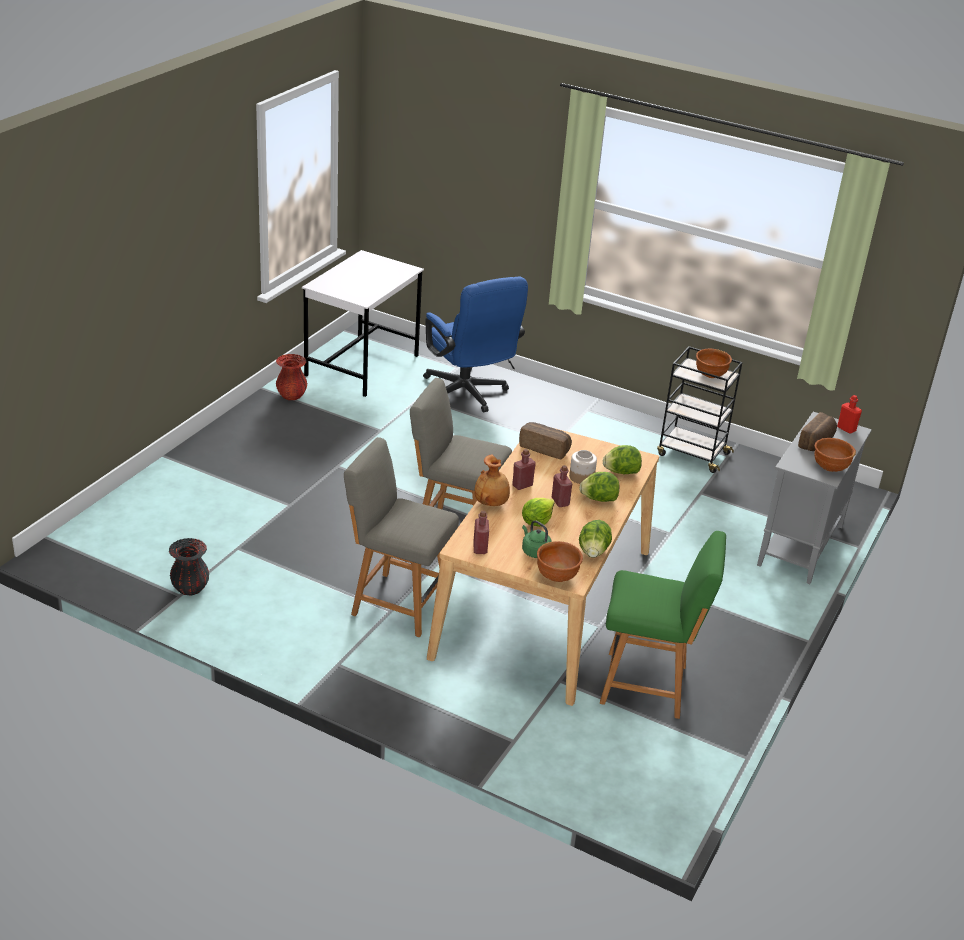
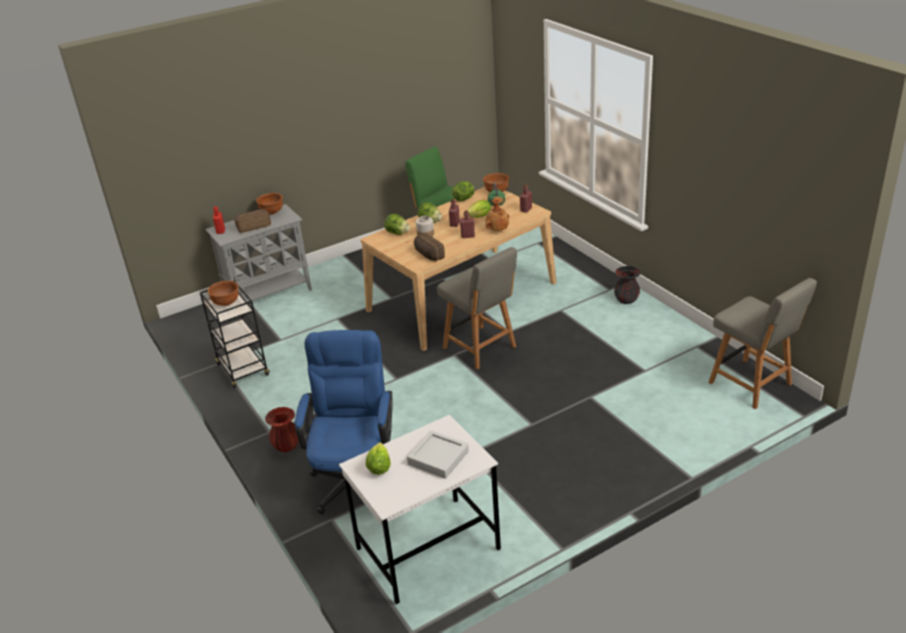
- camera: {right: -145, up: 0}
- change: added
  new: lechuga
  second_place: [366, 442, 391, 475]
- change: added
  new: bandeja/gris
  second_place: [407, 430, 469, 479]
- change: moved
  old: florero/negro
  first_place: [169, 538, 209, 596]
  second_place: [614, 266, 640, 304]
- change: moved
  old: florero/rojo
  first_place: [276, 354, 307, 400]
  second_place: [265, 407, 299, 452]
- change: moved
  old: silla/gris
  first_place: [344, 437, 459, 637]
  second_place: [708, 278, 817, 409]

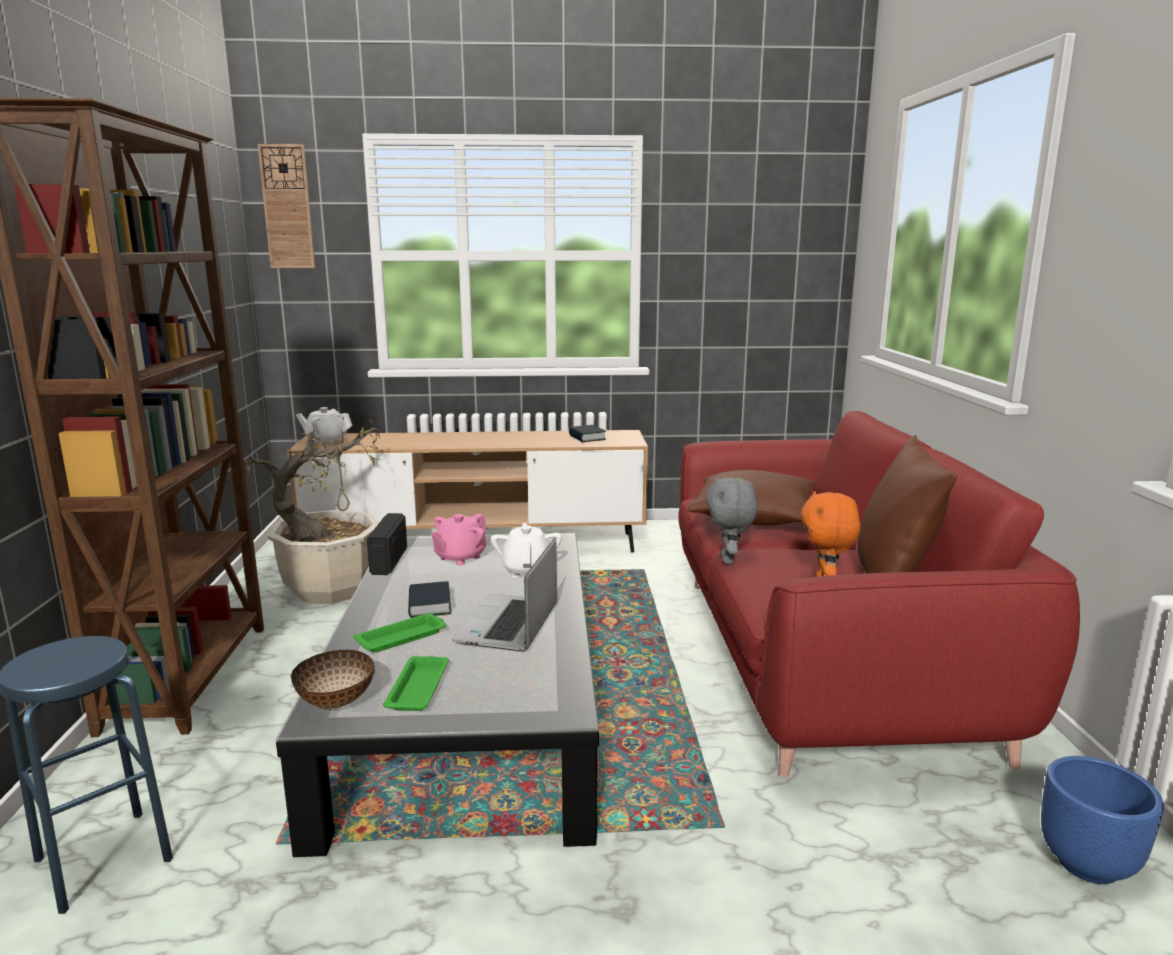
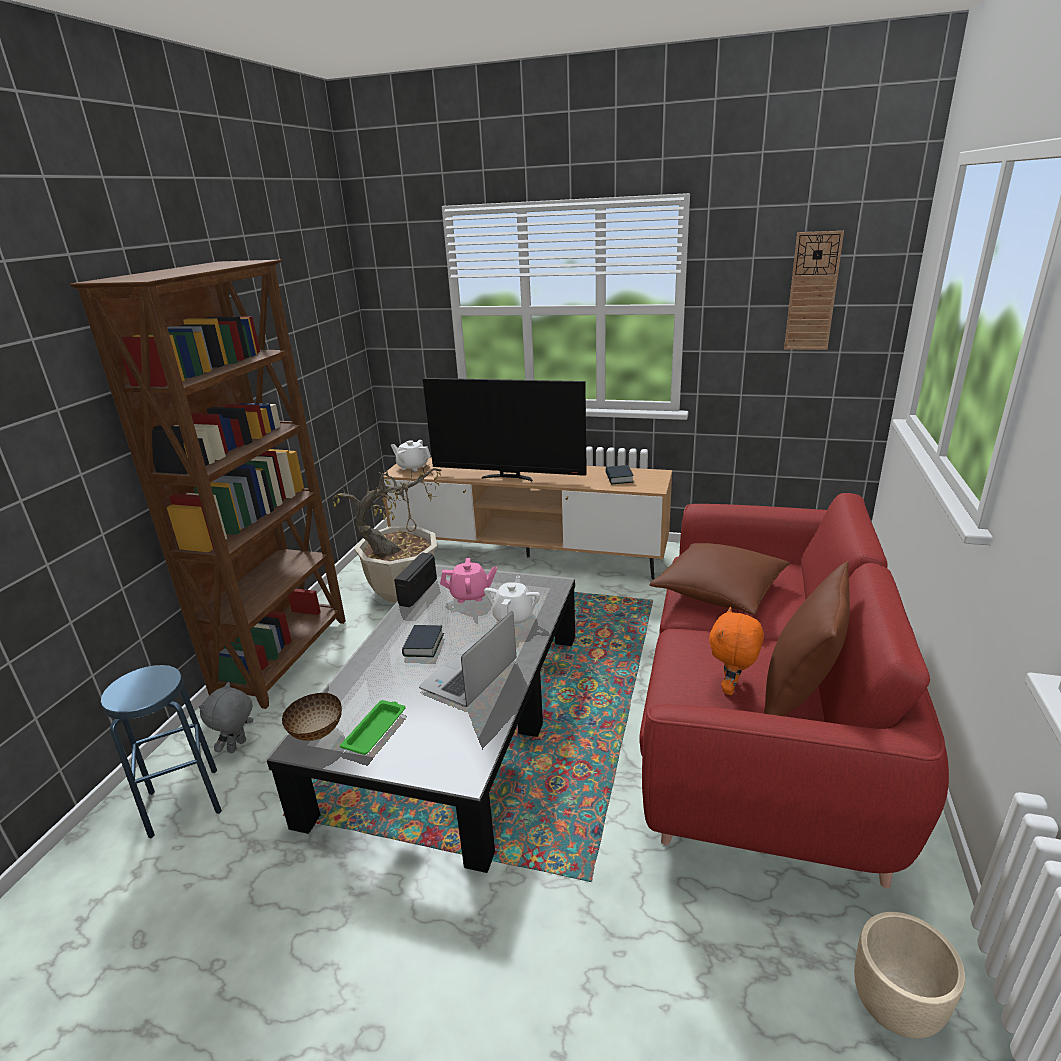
- camera: {right: 20, up: 10}
- change: removed
  old: bandeja/verde
  first_place: [353, 613, 447, 653]
- change: added
  new: televisor
  second_place: [423, 378, 587, 481]
- change: moved
  old: reloj de pared
  first_place: [258, 144, 315, 268]
  second_place: [784, 231, 844, 350]
- change: moved
  old: peluche/gris
  first_place: [706, 477, 758, 564]
  second_place: [199, 682, 253, 753]
- change: recoloured
  old: maceta/azul
  new: maceta/beis
  first_place: [1041, 756, 1164, 884]
  second_place: [854, 912, 965, 1039]
- change: turned
  old: tetera/rosa
  first_place: [431, 513, 487, 565]
  second_place: [440, 558, 497, 603]
  degrees: -150

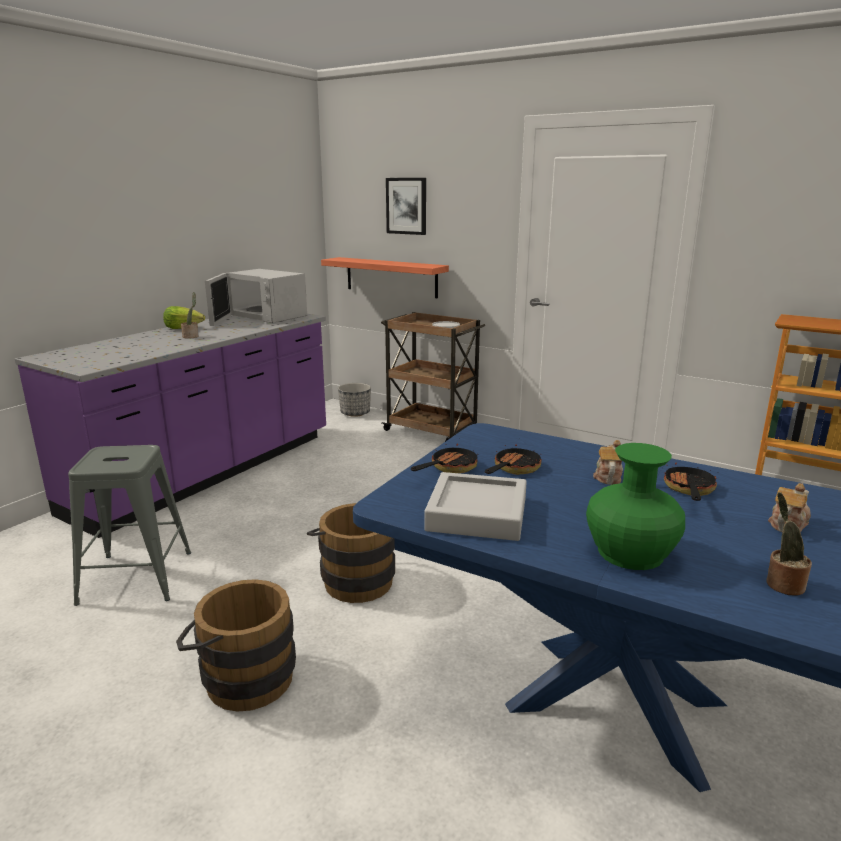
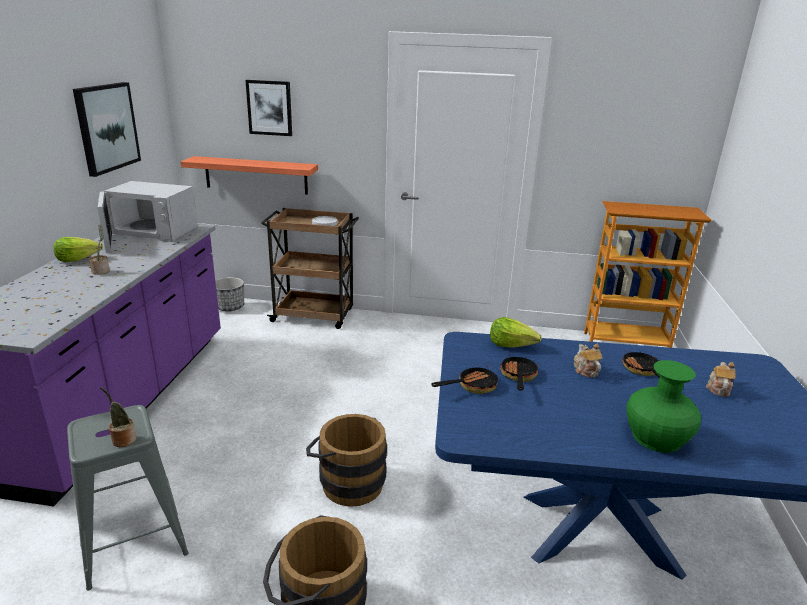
- camera: {right: -25, up: 5}
- change: removed
  old: bandeja/gris
  first_place: [424, 472, 527, 541]
- change: added
  new: cuadro
  second_place: [73, 82, 141, 177]
- change: added
  new: lechuga
  second_place: [490, 317, 542, 348]
- change: moved
  old: planta en maceta
  first_place: [766, 492, 812, 595]
  second_place: [100, 387, 136, 447]
- change: turned
  old: sartén
  first_place: [411, 444, 478, 473]
  second_place: [431, 364, 498, 394]
  degrees: 45

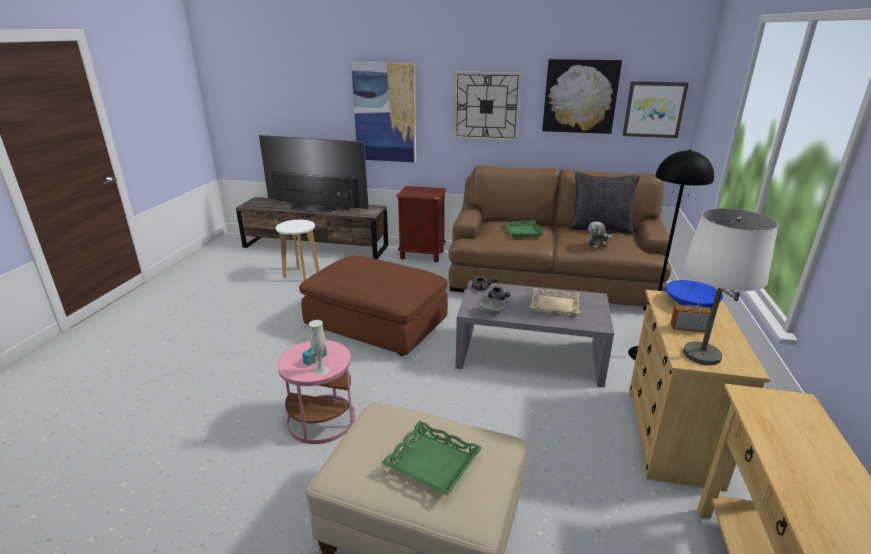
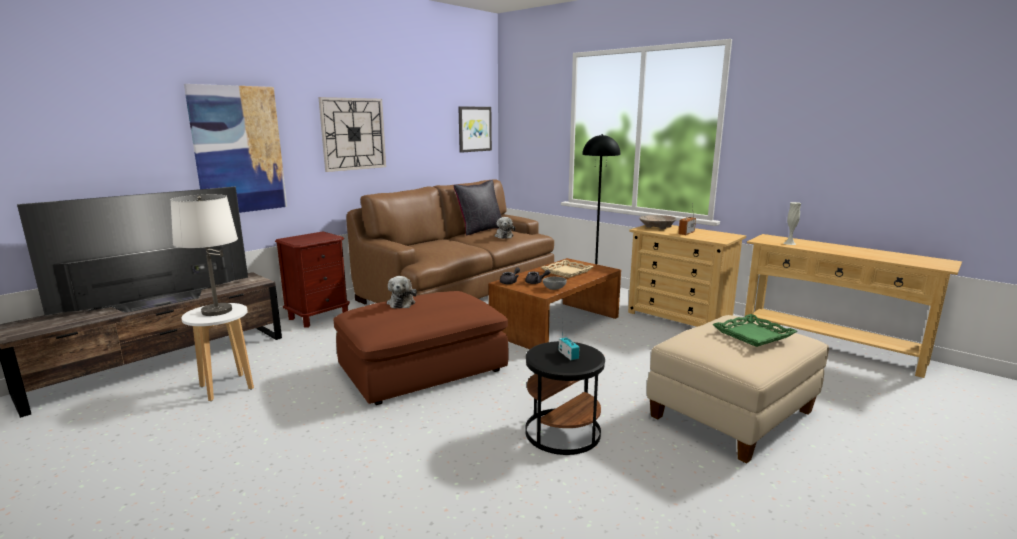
- camera: {right: -60, up: -10}
- change: removed
  old: bandeja/verde
  first_place: [503, 220, 544, 237]
- change: removed
  old: cuadro
  first_place: [542, 59, 622, 134]
- change: added
  new: peluche
  second_place: [387, 276, 417, 309]
- change: moved
  old: florero/blanco
  first_place: [309, 320, 329, 375]
  second_place: [784, 202, 801, 245]
- change: moved
  old: lámpara de mesa/blanco
  first_place: [683, 208, 778, 365]
  second_place: [171, 194, 238, 316]
- change: recoloured
  old: mesa auxiliar/rosa
  new: mesa auxiliar/negro
  first_place: [277, 340, 355, 444]
  second_place: [525, 341, 605, 455]
- change: recoloured
  old: mesa de centro/gris
  new: mesa de centro/marrón
  first_place: [456, 281, 614, 387]
  second_place: [489, 258, 621, 349]
- change: recoloured
  old: cuenco/azul
  new: cuenco/beis
  first_place: [665, 280, 723, 309]
  second_place: [639, 215, 676, 229]

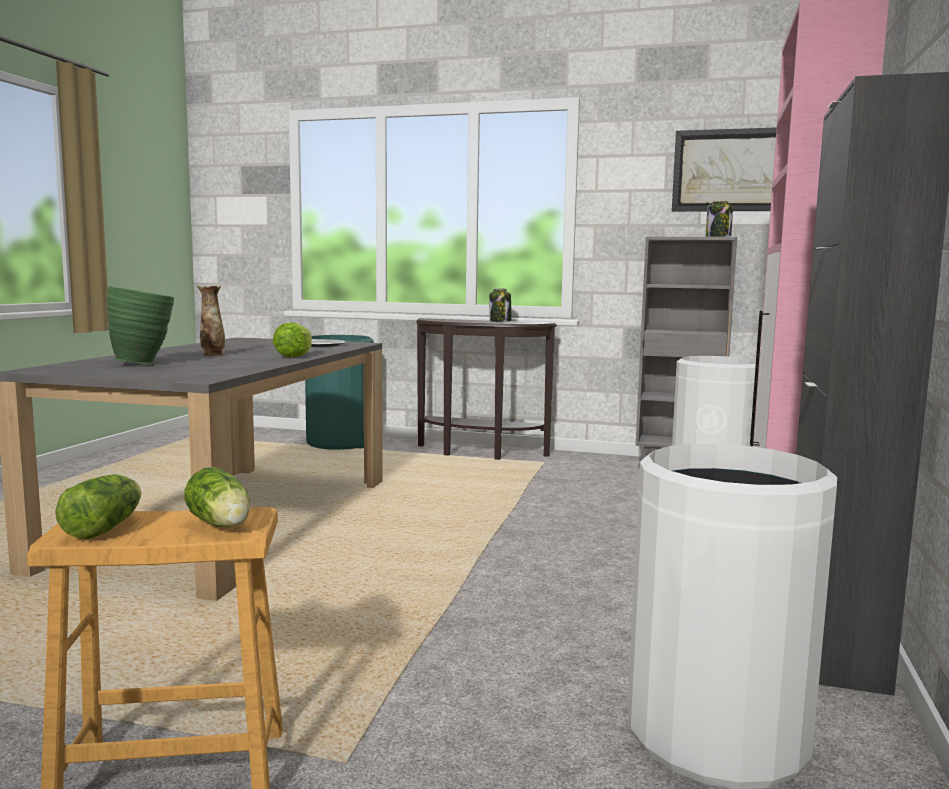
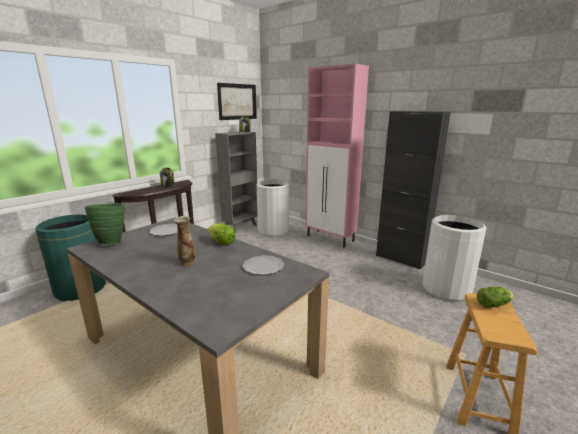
- camera: {right: -65, up: 10}
- change: removed
  old: lechuga
  first_place: [55, 474, 141, 539]
- change: added
  new: plato
  second_place: [243, 255, 284, 275]
- change: moved
  old: florero/verde
  first_place: [107, 286, 174, 365]
  second_place: [85, 203, 125, 245]

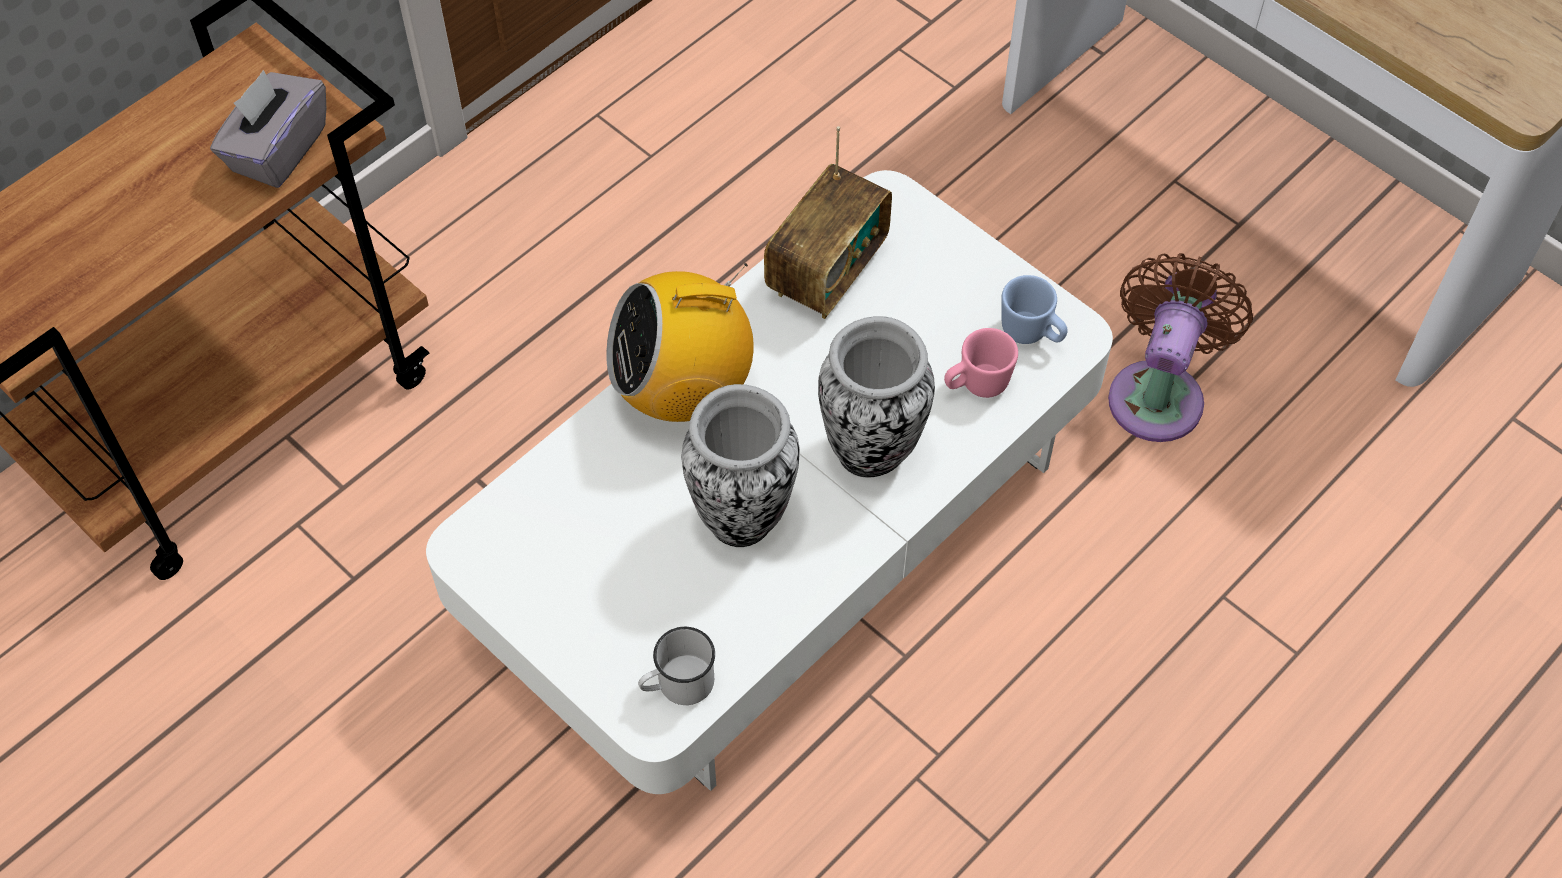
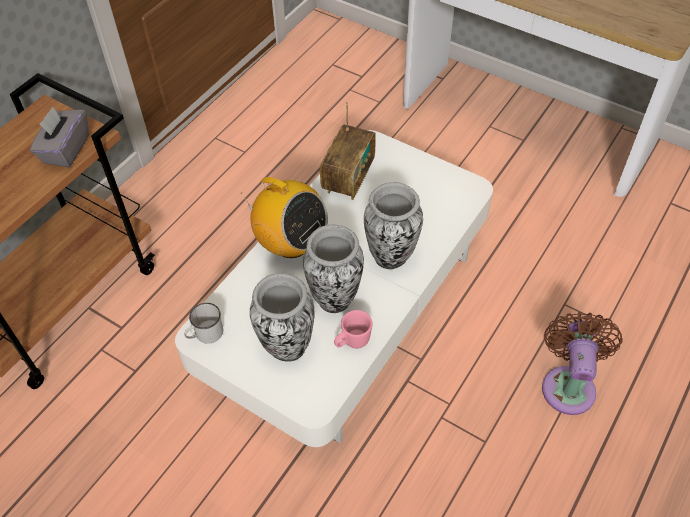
- camera: {right: -10, up: -5}
- change: removed
  old: taza grande/azul
  first_place: [1001, 275, 1068, 344]
- change: added
  new: florero
  second_place: [250, 273, 315, 362]
- change: moved
  old: taza grande/blanco
  first_place: [638, 627, 715, 705]
  second_place: [184, 303, 223, 344]
- change: moved
  old: taza grande/rosa
  first_place: [944, 328, 1018, 398]
  second_place: [334, 310, 372, 349]
- change: moved
  old: ventilador/marrón
  first_place: [1108, 253, 1253, 442]
  second_place: [542, 312, 623, 415]
- change: turned
  old: radio
  first_place: [606, 263, 754, 422]
  second_place: [241, 177, 328, 258]
  degrees: -120

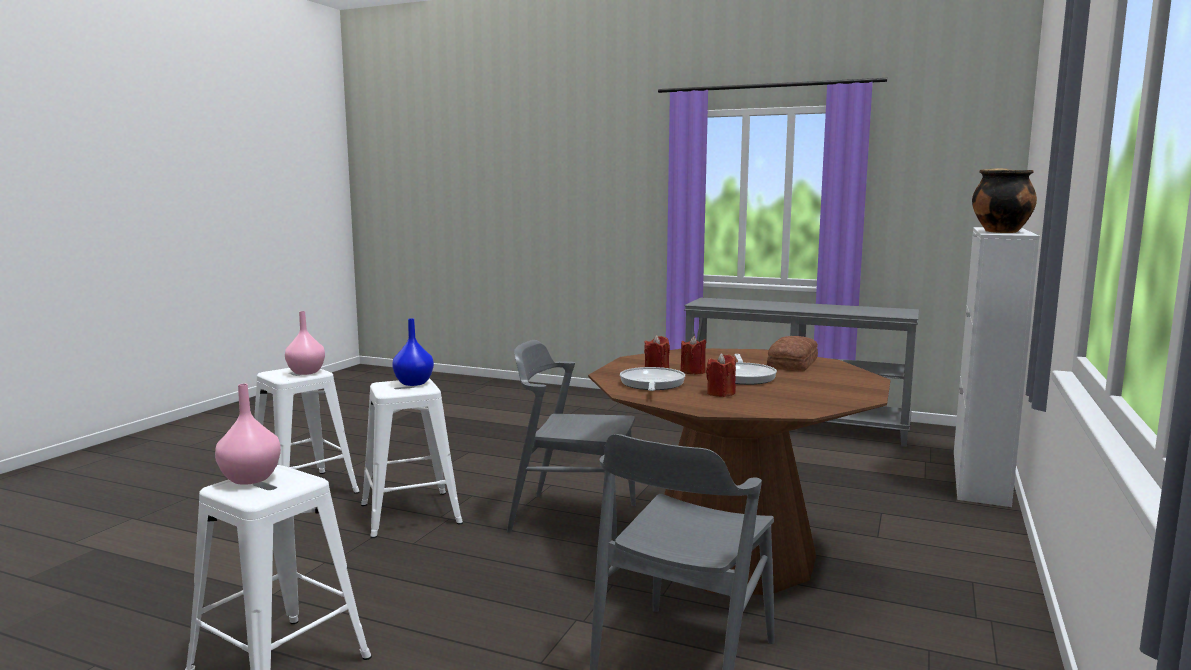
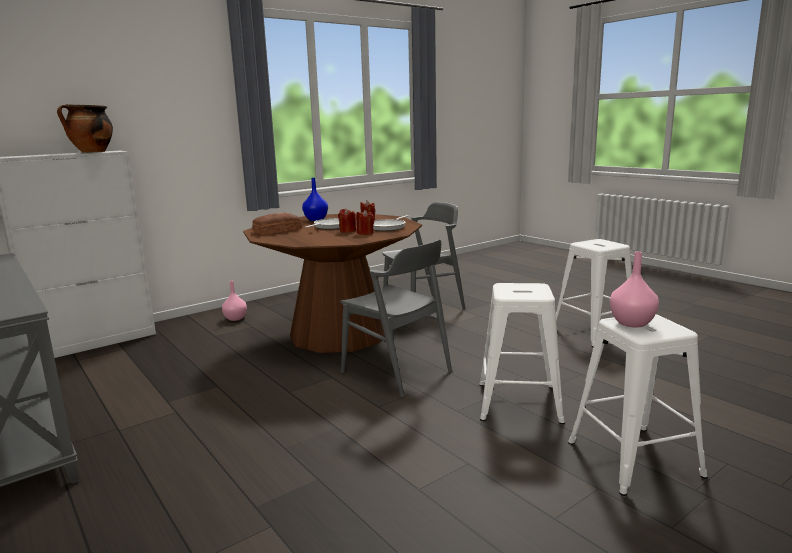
- camera: {right: -150, up: 5}
- change: moved
  old: florero/rosa
  first_place: [215, 384, 281, 485]
  second_place: [222, 281, 247, 321]
- change: moved
  old: florero/azul
  first_place: [392, 319, 434, 386]
  second_place: [302, 178, 328, 221]

